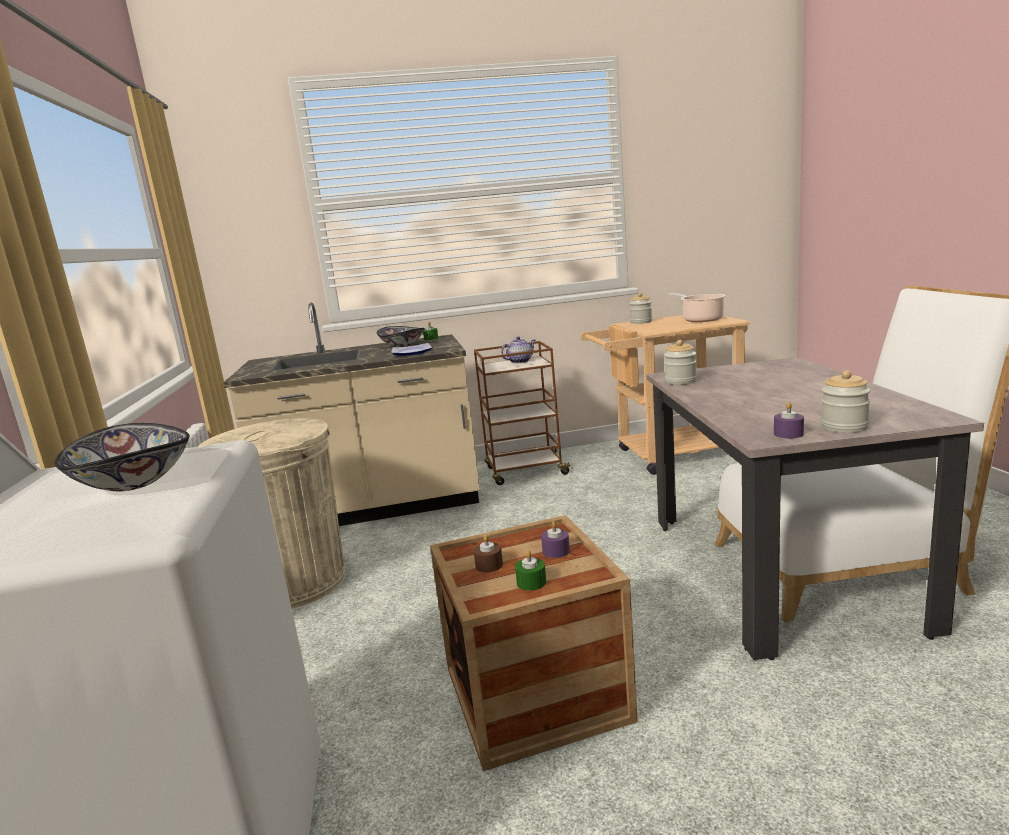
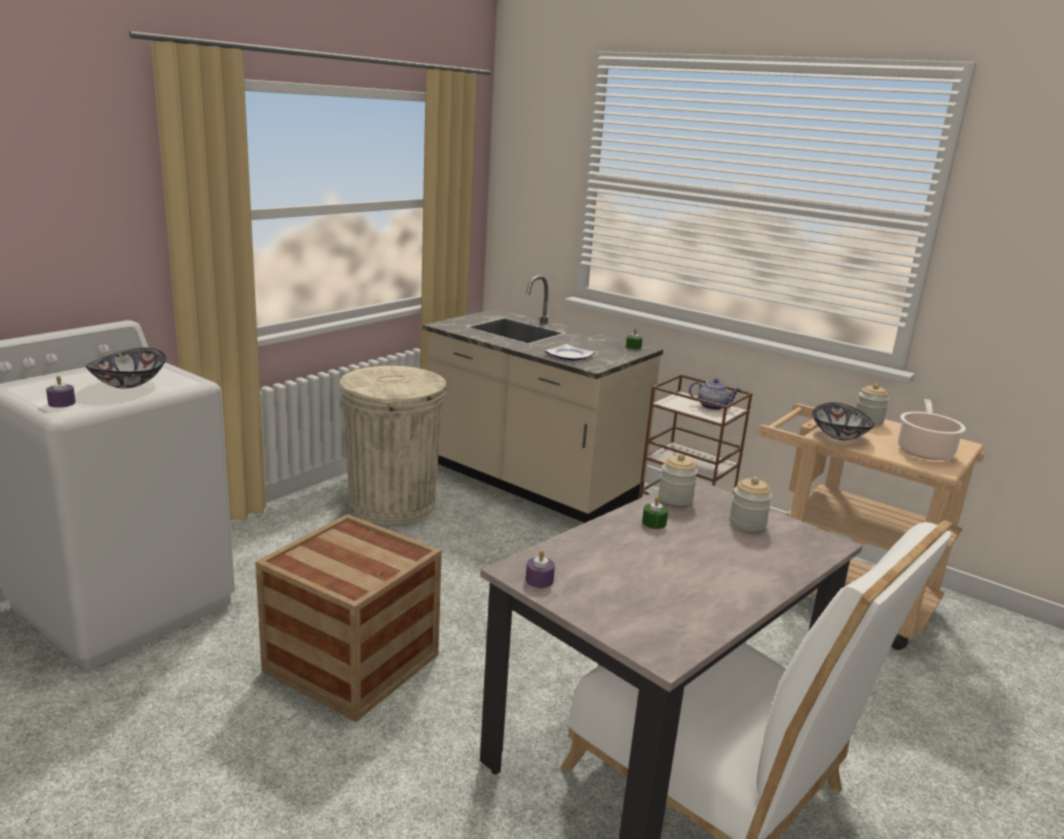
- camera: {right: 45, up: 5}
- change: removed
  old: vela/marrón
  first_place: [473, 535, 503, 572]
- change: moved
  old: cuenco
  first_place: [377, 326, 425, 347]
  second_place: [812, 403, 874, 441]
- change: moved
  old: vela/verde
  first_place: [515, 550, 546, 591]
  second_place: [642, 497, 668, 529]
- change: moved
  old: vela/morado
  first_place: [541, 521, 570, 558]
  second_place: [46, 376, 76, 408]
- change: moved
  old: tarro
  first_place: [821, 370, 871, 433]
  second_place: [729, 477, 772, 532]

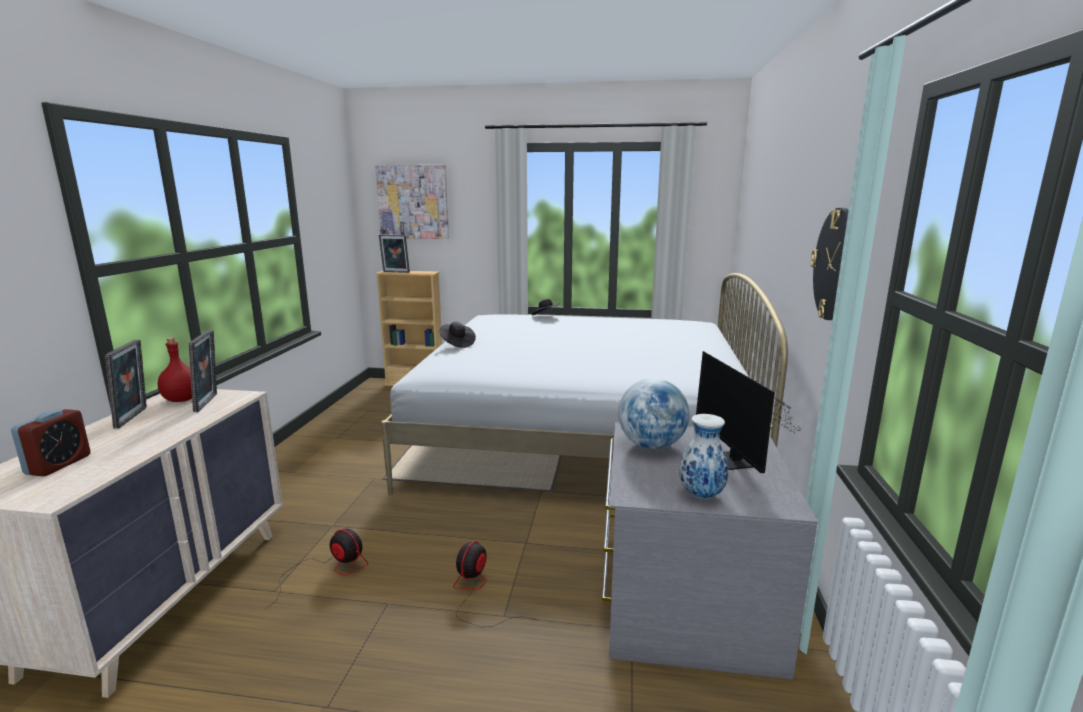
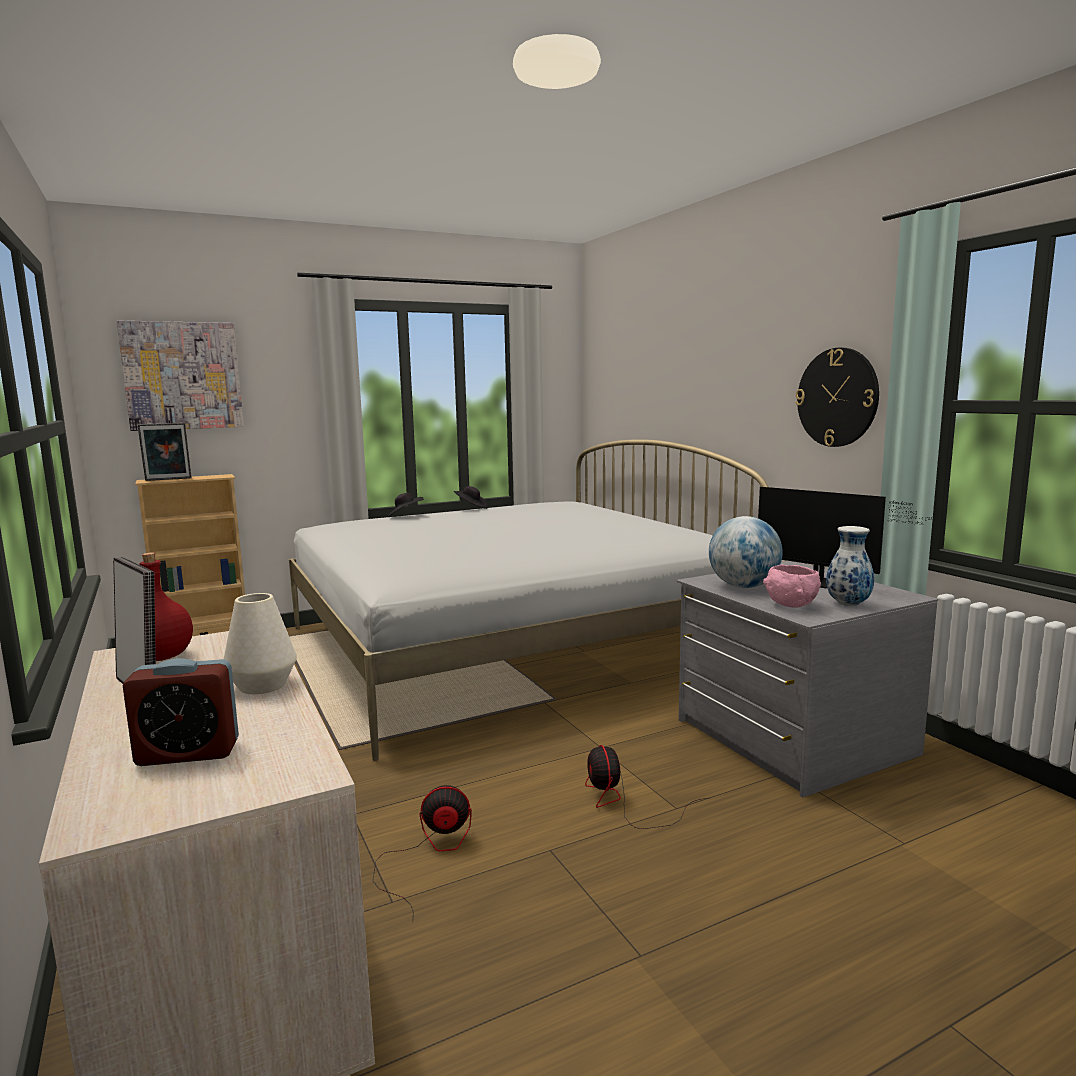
- camera: {right: -35, up: -5}
- change: removed
  old: portarretratos
  first_place: [188, 330, 217, 412]
- change: added
  new: florero/blanco
  second_place: [224, 593, 297, 694]
- change: added
  new: cuenco/rosa
  second_place: [763, 564, 821, 608]
- change: moved
  old: sombrero/negro
  first_place: [439, 322, 476, 348]
  second_place: [454, 486, 488, 509]
- change: turned
  old: despertador
  first_place: [11, 409, 91, 476]
  second_place: [123, 658, 239, 766]
  degrees: 105

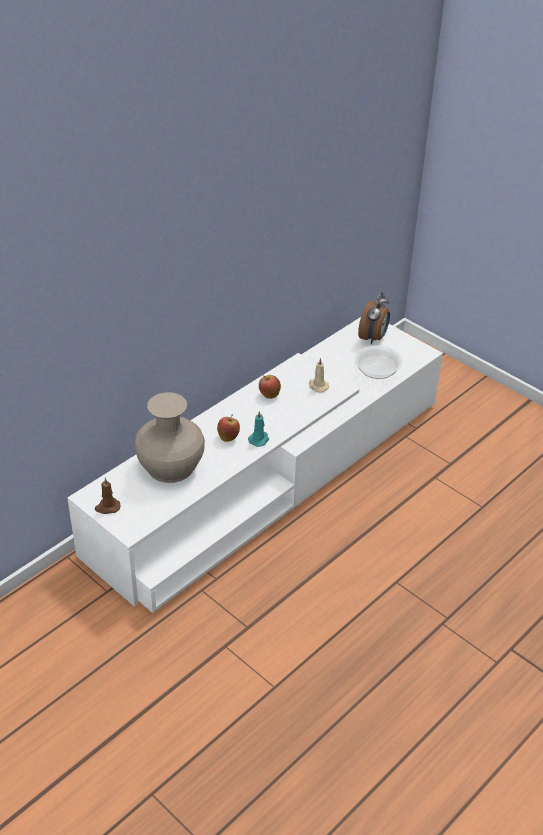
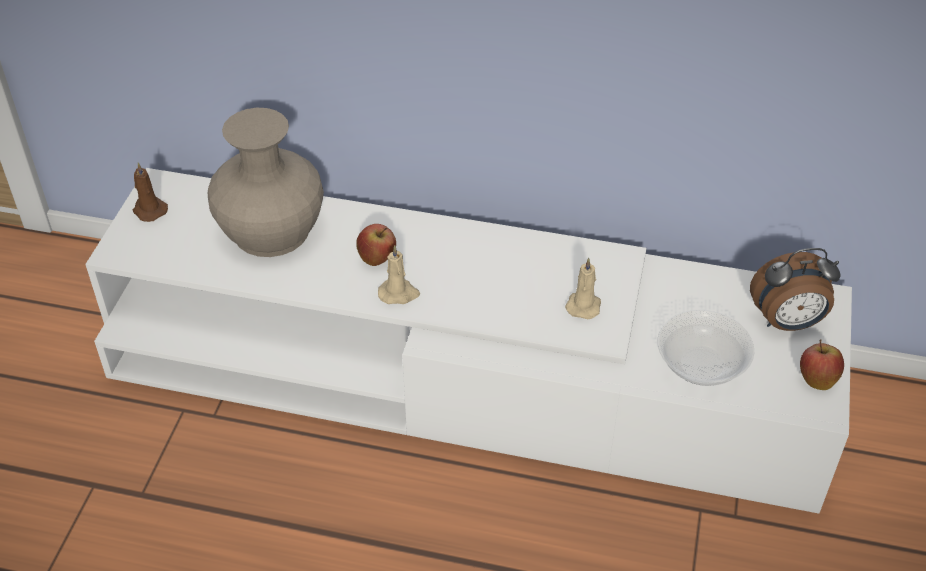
- camera: {right: 60, up: 5}
- change: moved
  old: manzana
  first_place: [259, 375, 281, 399]
  second_place: [800, 339, 844, 390]
- change: recoloured
  old: vela/turquesa
  new: vela/beis
  first_place: [248, 411, 269, 447]
  second_place: [378, 245, 420, 304]

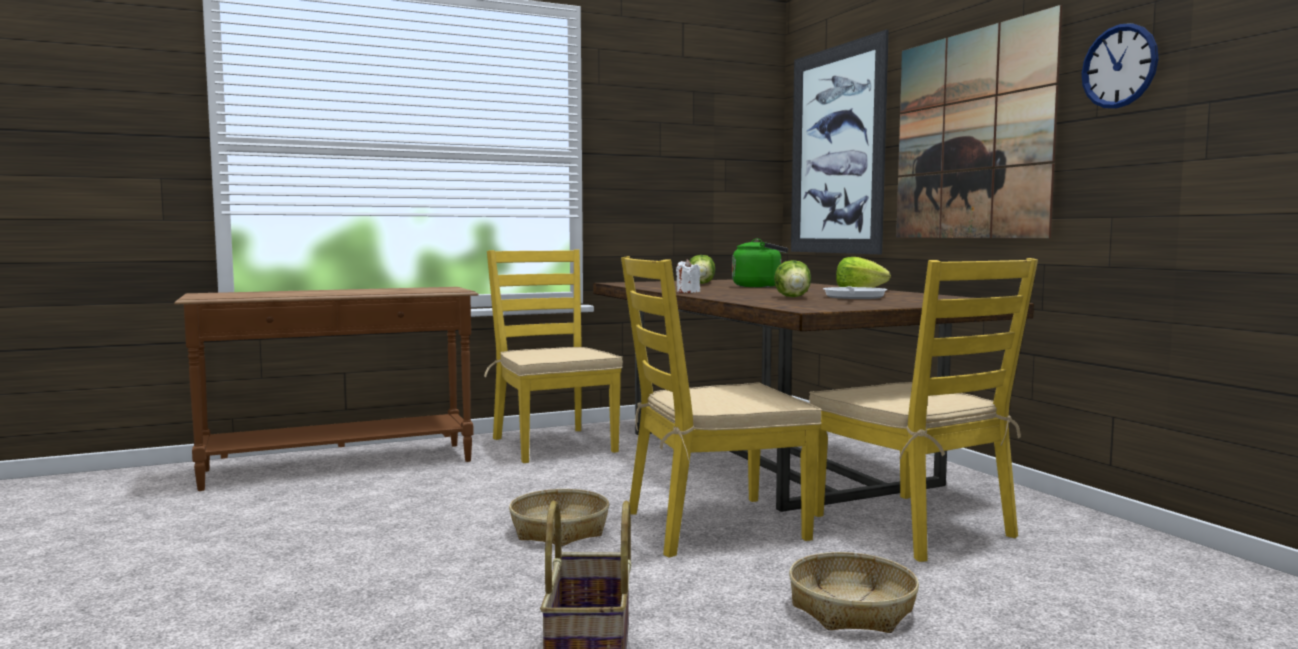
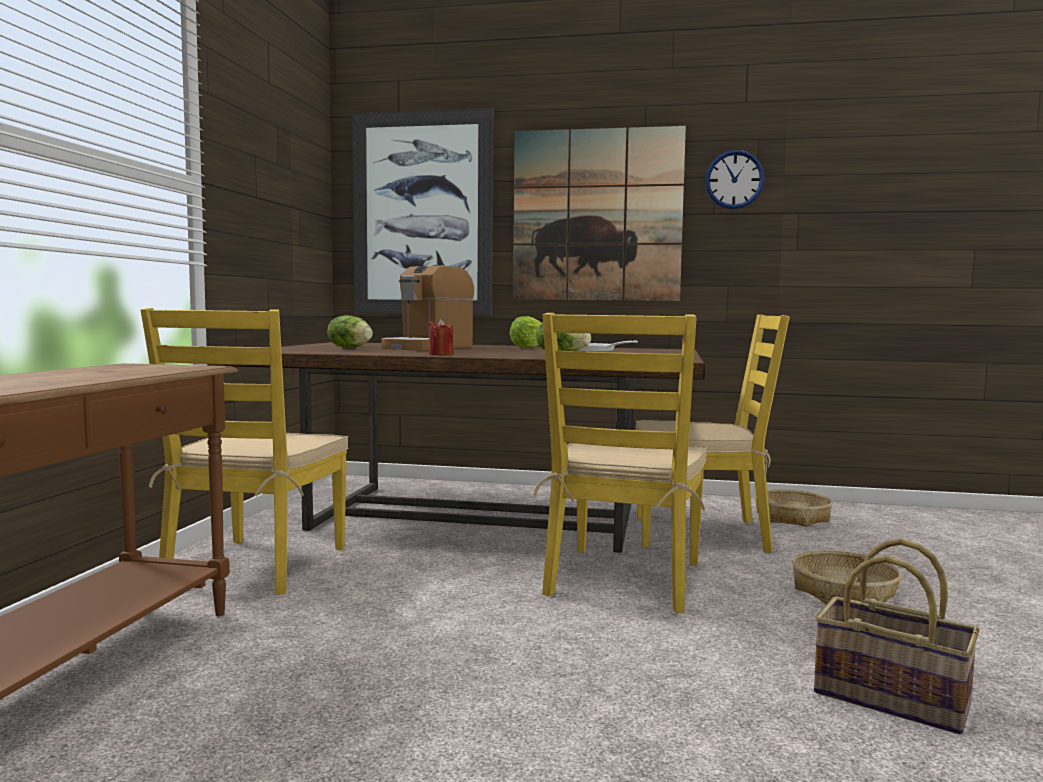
- camera: {right: -55, up: 0}
- change: moved
  old: cesta
  first_place: [509, 489, 609, 546]
  second_place: [755, 489, 833, 527]
- change: replaced
  old: hervidor/verde
  new: cafetera
  first_place: [732, 239, 788, 287]
  second_place: [381, 265, 474, 350]
- change: recoloured
  old: vela/blanco
  new: vela/rojo
  first_place: [676, 259, 700, 293]
  second_place: [429, 319, 453, 355]
- change: turned
  old: silla/amarillo
  first_place: [484, 250, 623, 463]
  second_place: [140, 308, 348, 595]
  degrees: -90

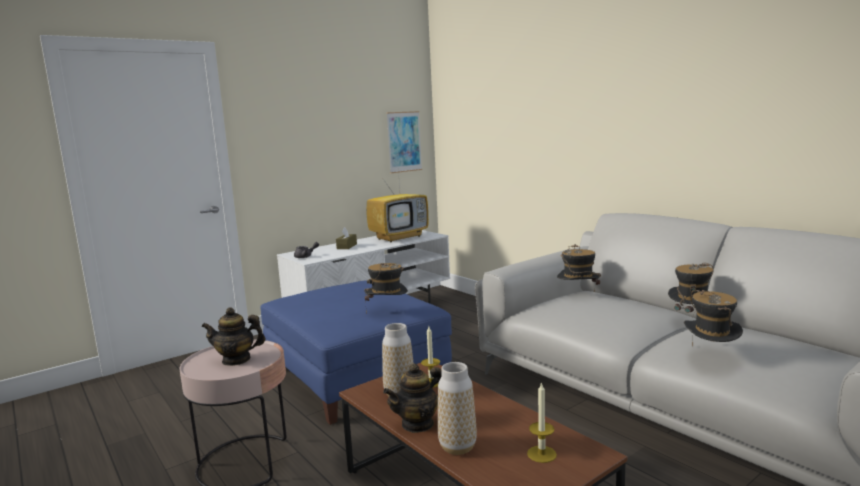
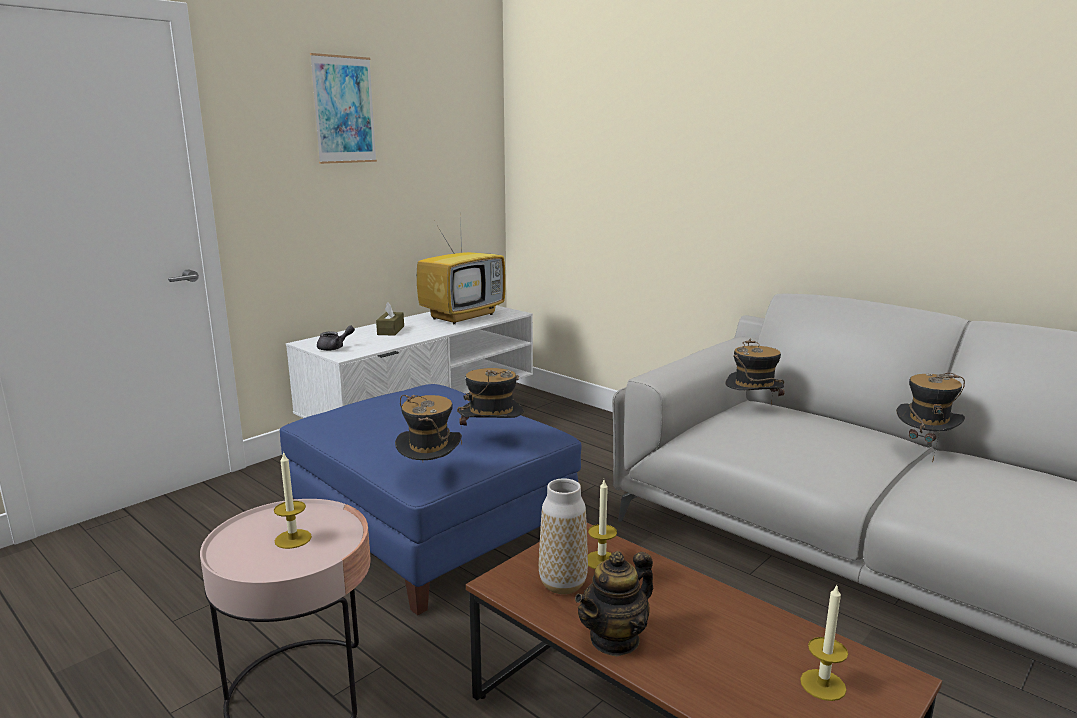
- camera: {right: -10, up: 5}
- change: removed
  old: florero
  first_place: [438, 362, 477, 455]
- change: moved
  old: cuadro
  first_place: [386, 111, 422, 173]
  second_place: [310, 53, 377, 164]
- change: moved
  old: sombrero
  first_place: [684, 290, 743, 346]
  second_place: [395, 395, 462, 461]
- change: replaced
  old: tetera
  new: vela
  first_place: [201, 307, 266, 366]
  second_place: [274, 451, 312, 549]

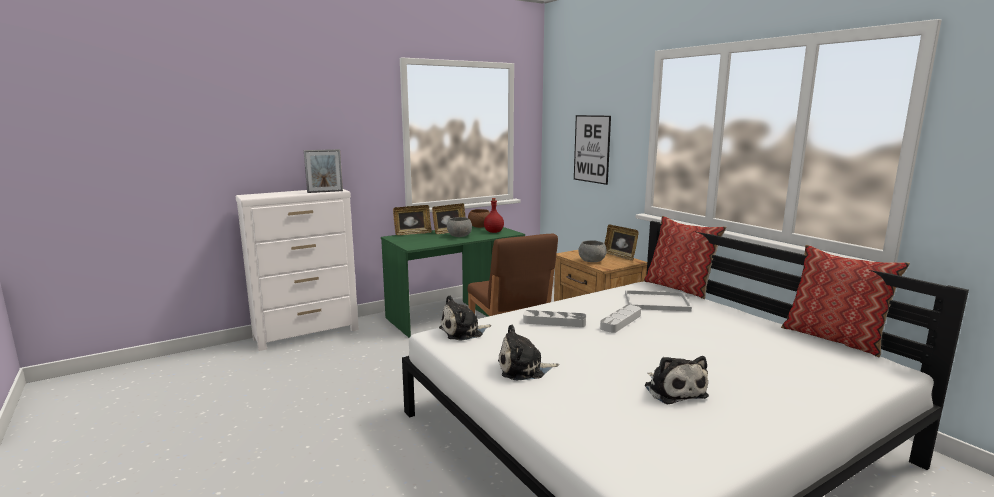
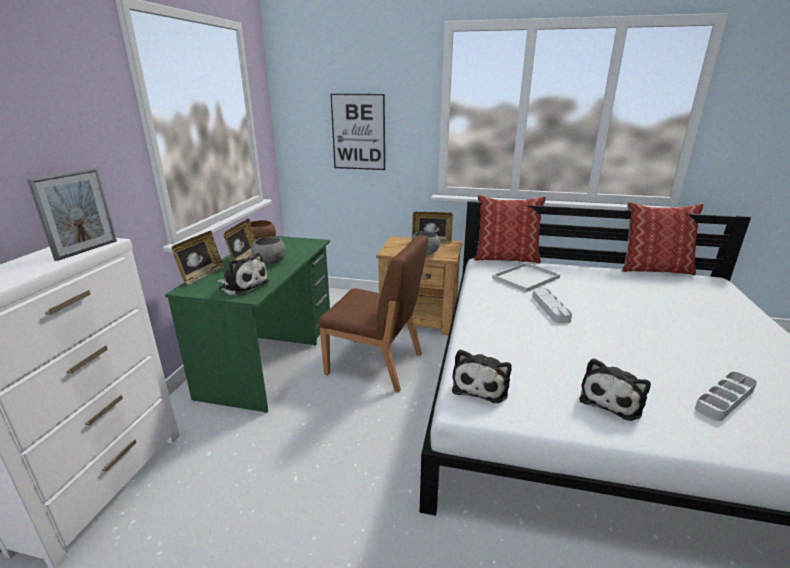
- camera: {right: -45, up: 10}
- change: removed
  old: botella/rojo
  first_place: [484, 198, 504, 233]
- change: moved
  old: bandeja/gris
  first_place: [523, 310, 586, 327]
  second_place: [695, 371, 757, 421]
- change: moved
  old: peluche
  first_place: [644, 356, 709, 405]
  second_place: [217, 253, 270, 296]

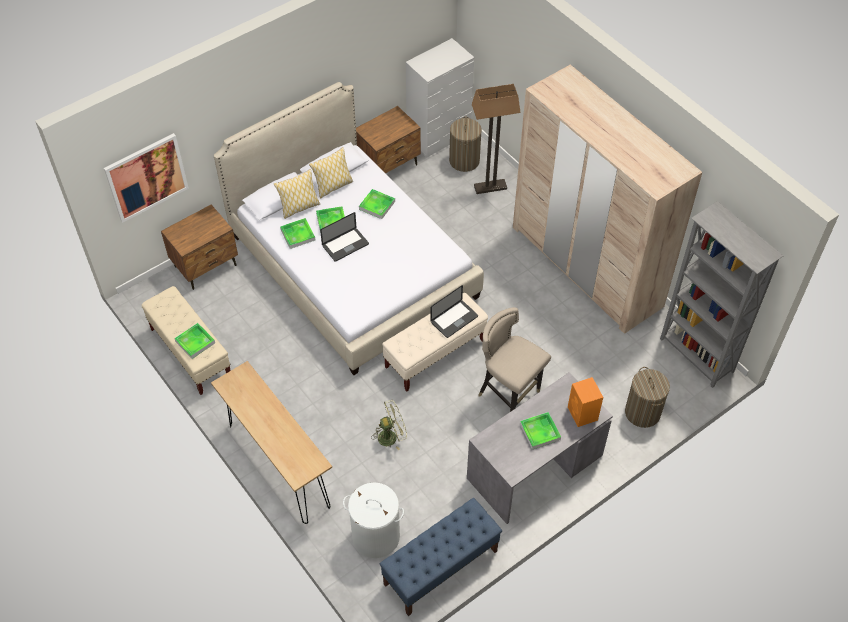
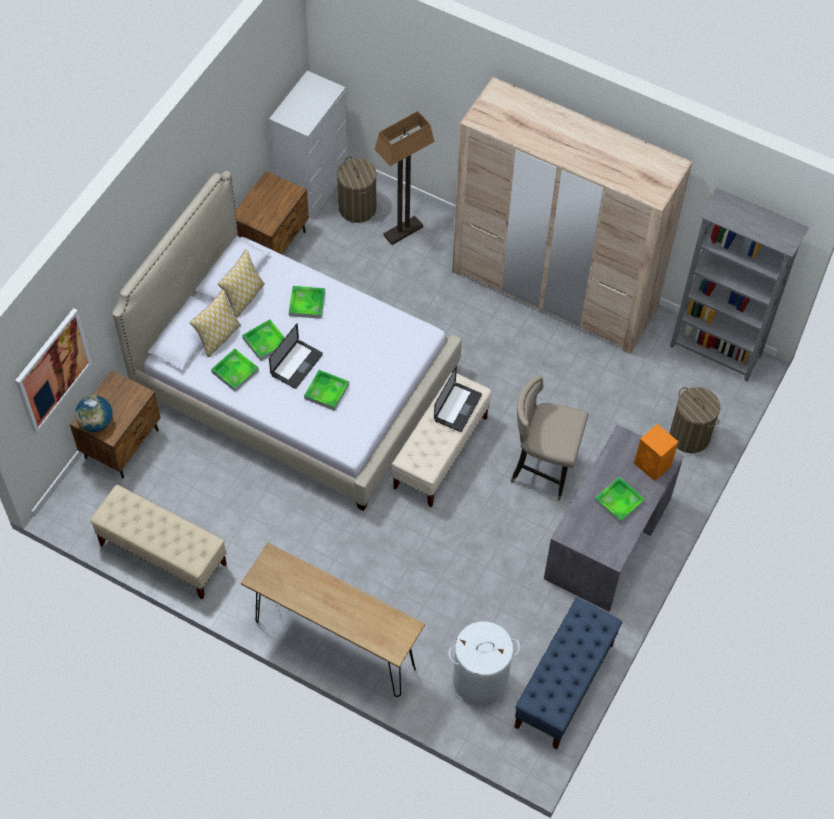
- camera: {right: -25, up: 5}
- change: removed
  old: ventilador/verde
  first_place: [371, 400, 407, 450]
- change: added
  new: globo terráqueo
  second_place: [75, 395, 113, 432]
- change: moved
  old: bandeja
  first_place: [174, 323, 215, 359]
  second_place: [304, 370, 349, 411]

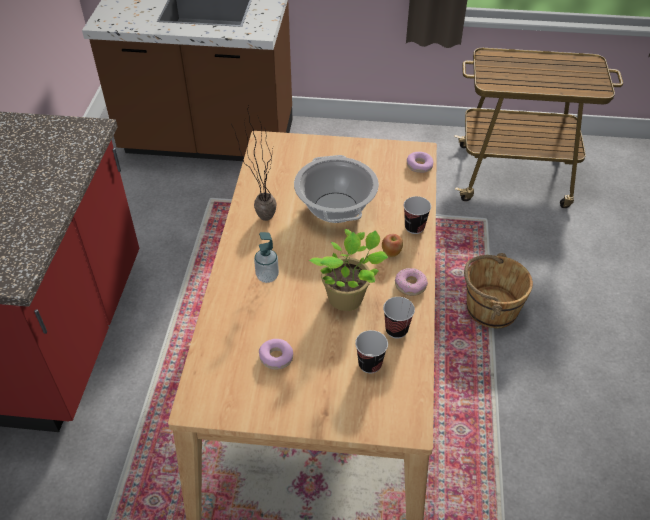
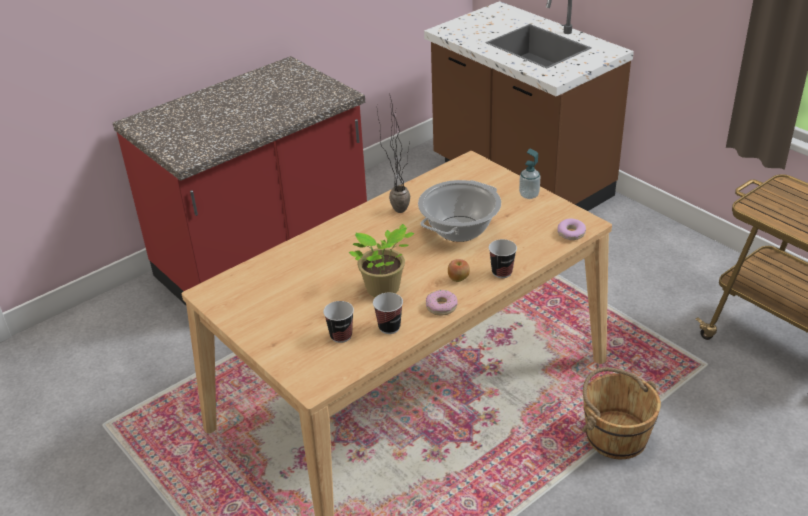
- camera: {right: 45, up: -10}
- change: removed
  old: rosquilla
  first_place: [259, 339, 293, 370]
- change: moved
  old: dispensador de jabón
  first_place: [254, 232, 279, 283]
  second_place: [519, 149, 541, 199]

